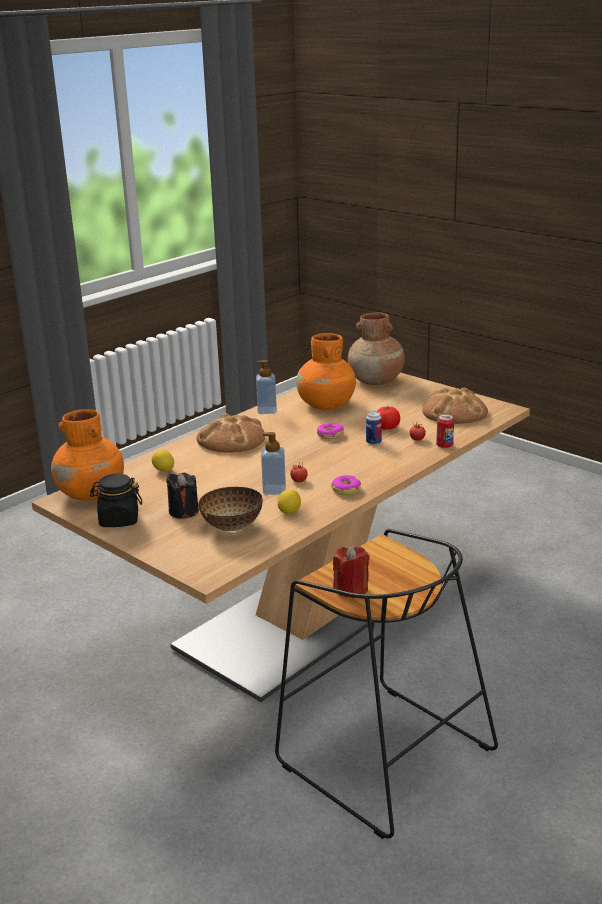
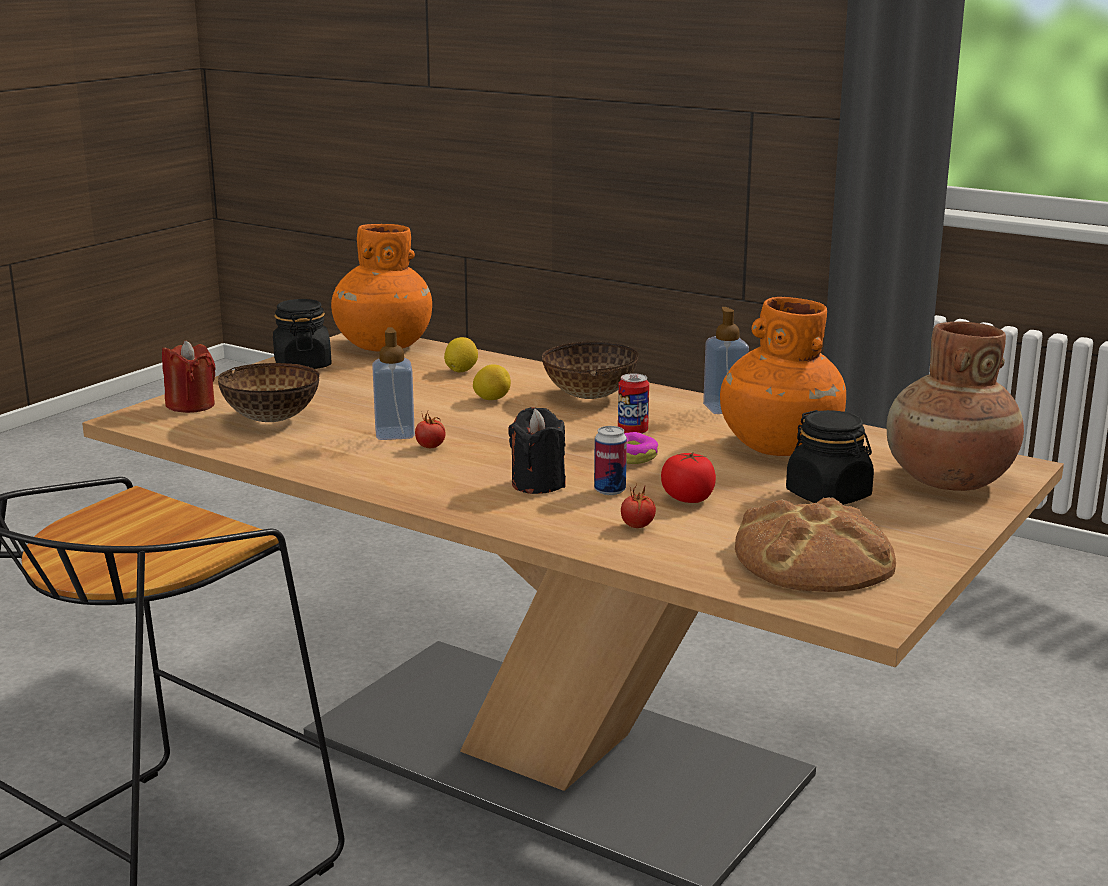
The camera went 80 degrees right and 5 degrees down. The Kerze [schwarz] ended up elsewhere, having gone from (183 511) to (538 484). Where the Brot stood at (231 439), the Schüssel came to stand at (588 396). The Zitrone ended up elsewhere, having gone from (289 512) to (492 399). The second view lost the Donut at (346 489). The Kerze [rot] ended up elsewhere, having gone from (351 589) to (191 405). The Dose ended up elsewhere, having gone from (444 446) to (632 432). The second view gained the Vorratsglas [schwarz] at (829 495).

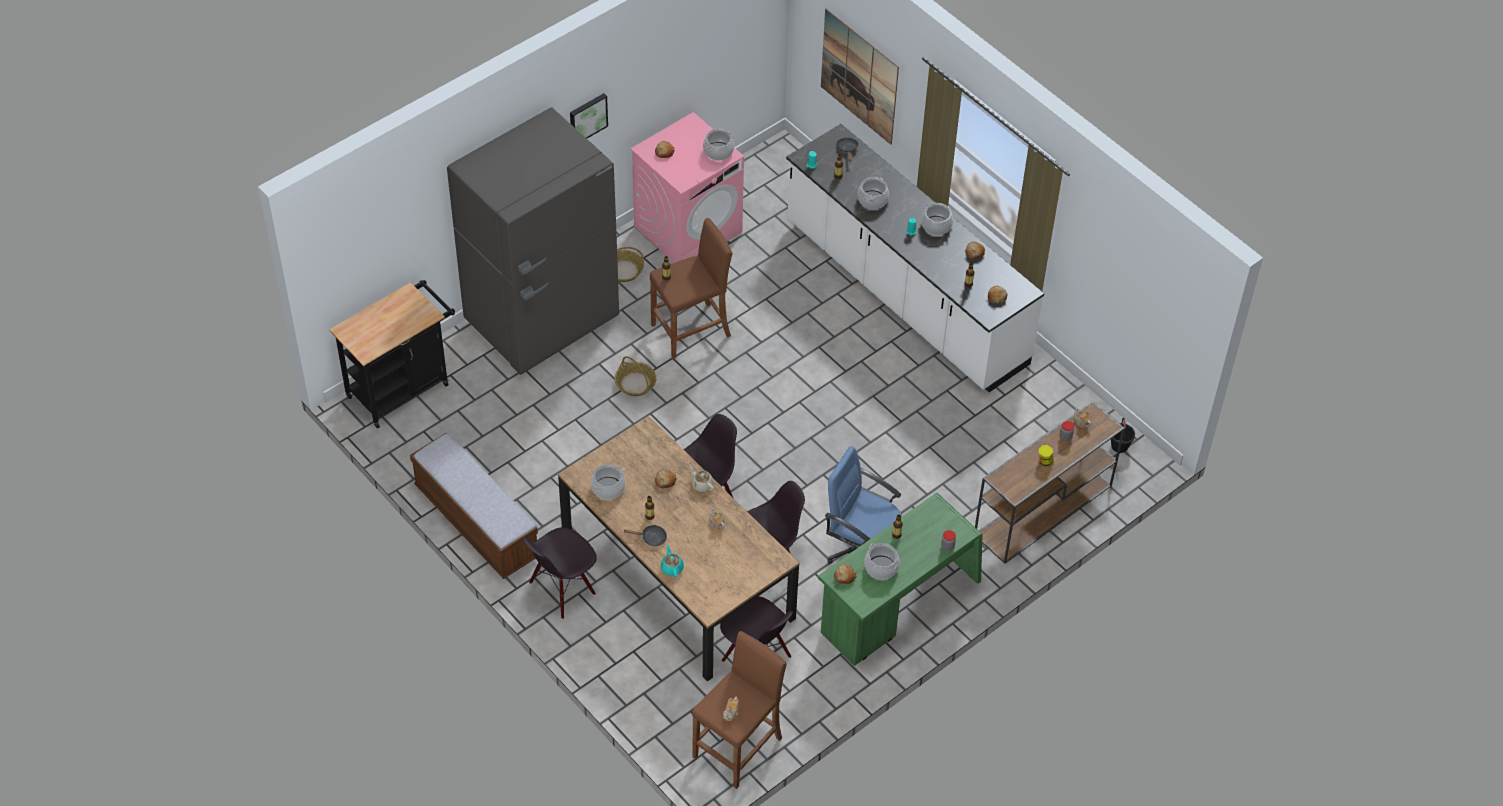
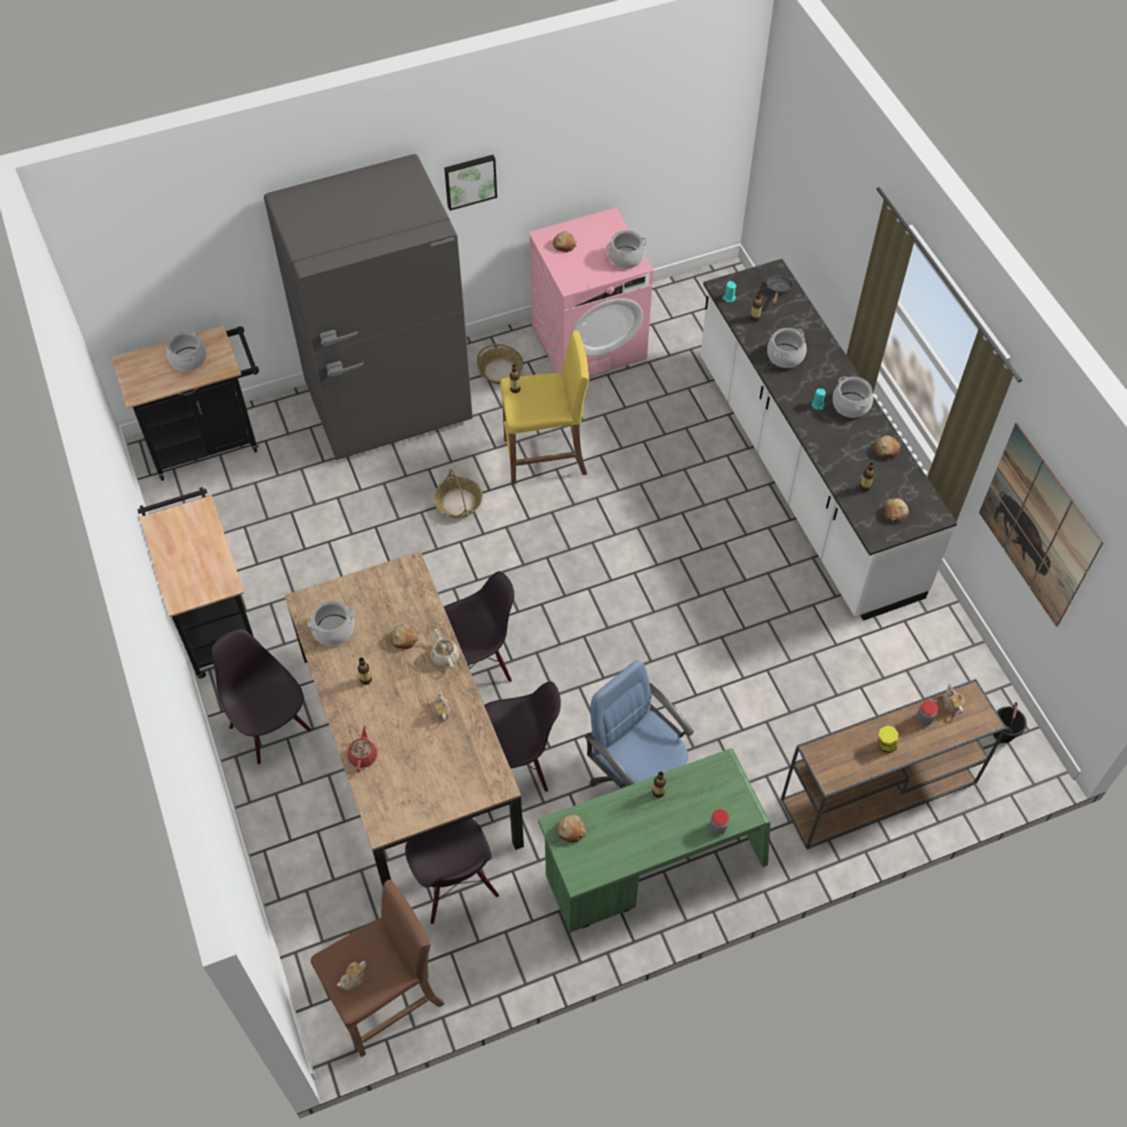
The camera went 20 degrees right and 5 degrees up. Where the Bank stood at (476 522), the Rollwagen [schwarz] came to stand at (215 619). The Stuhl [schwarz] at (562 589) ended up facing another way, 75 degrees clockwise from before. The second view lost the Pfanne [schwarz] at (651 538). What was the Hocker [braun] at (691 330) turned into the Hocker [gelb] at (545 457). What was the Teekanne [türkis] at (672 567) turned into the Teekanne [rot] at (363 755). The Bild ended up elsewhere, having gone from (859 76) to (1038 525). The Kochtopf ended up elsewhere, having gone from (881 567) to (188 359).

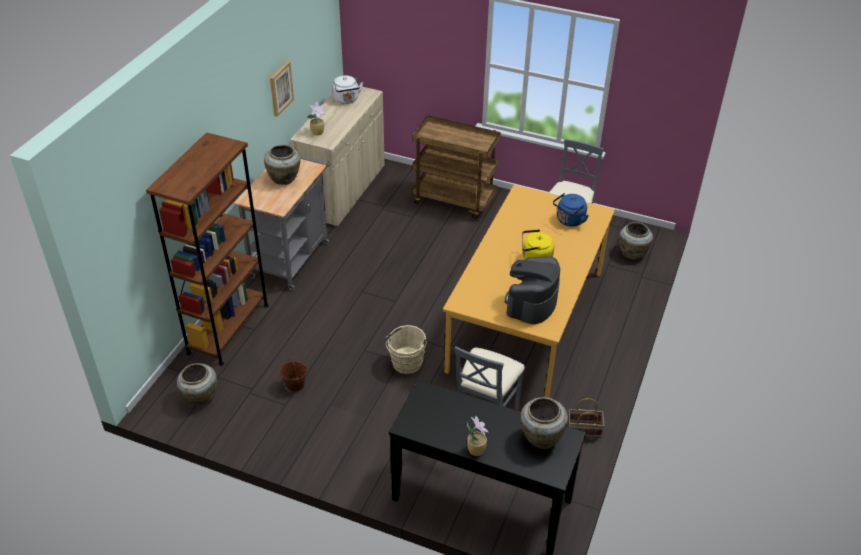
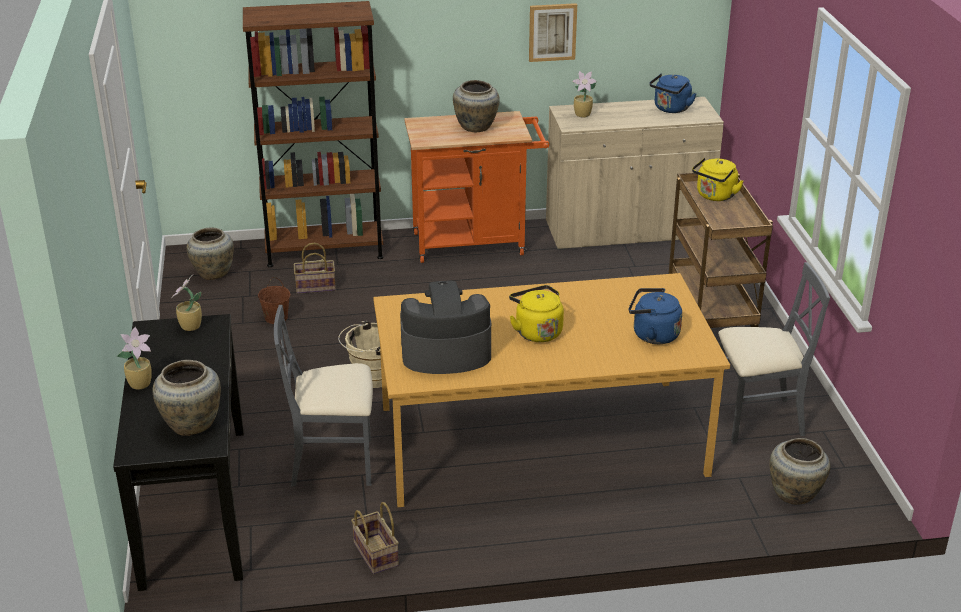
The camera went 60 degrees right and 10 degrees down. What was the Rollwagen [grau] at (292 256) turned into the Rollwagen [orange] at (476 243). What was the Wasserkessel [weiß] at (346 100) turned into the Wasserkessel [blau] at (670 109). The second view gained the Topfpflanze at (190 327). The second view gained the Korb at (314 287). The second view gained the Wasserkessel [gelb] at (715 196).

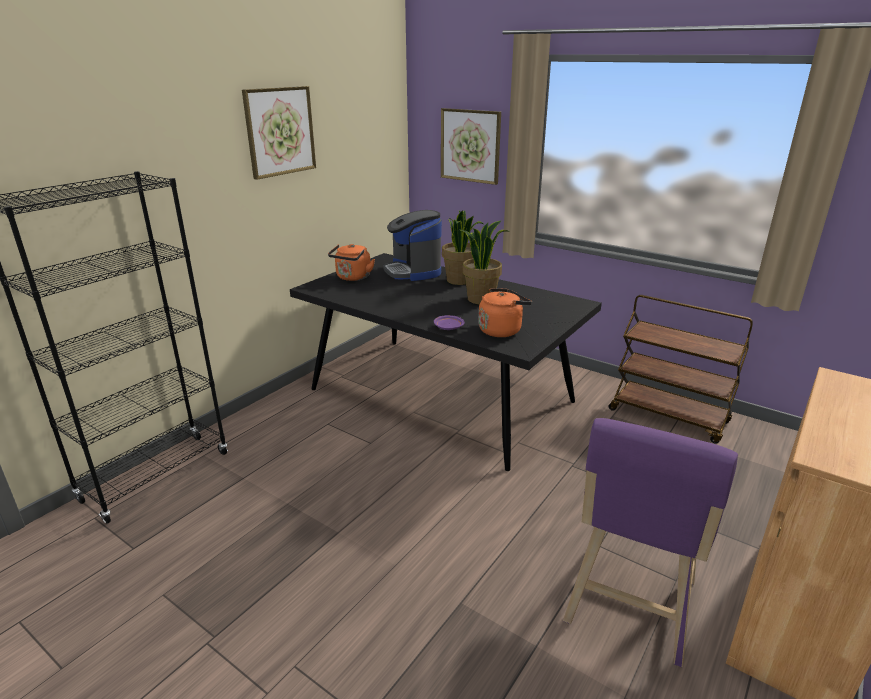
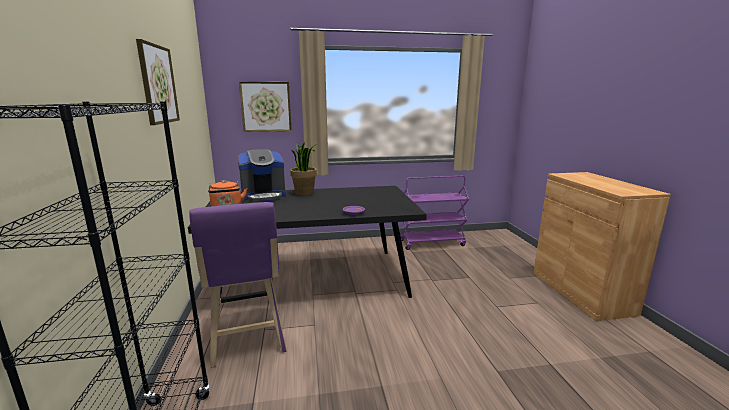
The camera went 45 degrees left and 10 degrees down. The Kaffeemaschine at (413 271) ended up facing another way, 45 degrees counterclockwise from before. The second view lost the Topfpflanze at (481 299). The second view lost the Wasserkessel [orange] at (501 330). The Hocker [lila] ended up elsewhere, having gone from (628 607) to (248 341). What was the Rollwagen [braun] at (669 416) turned into the Rollwagen [lila] at (432 243).

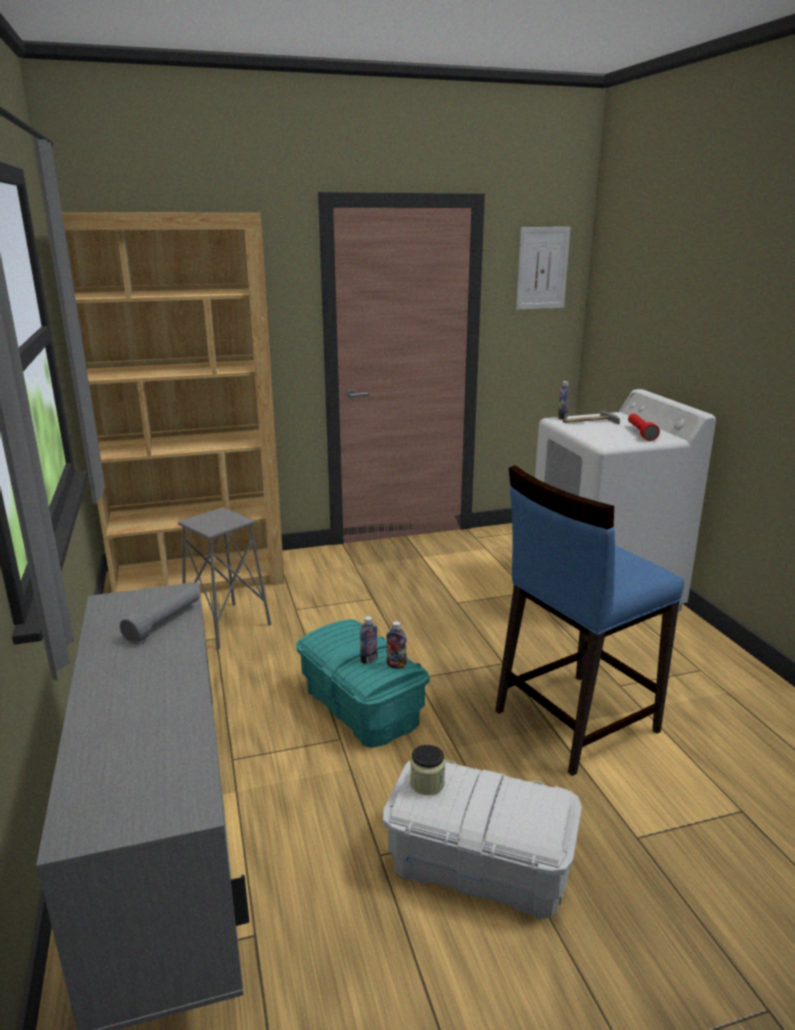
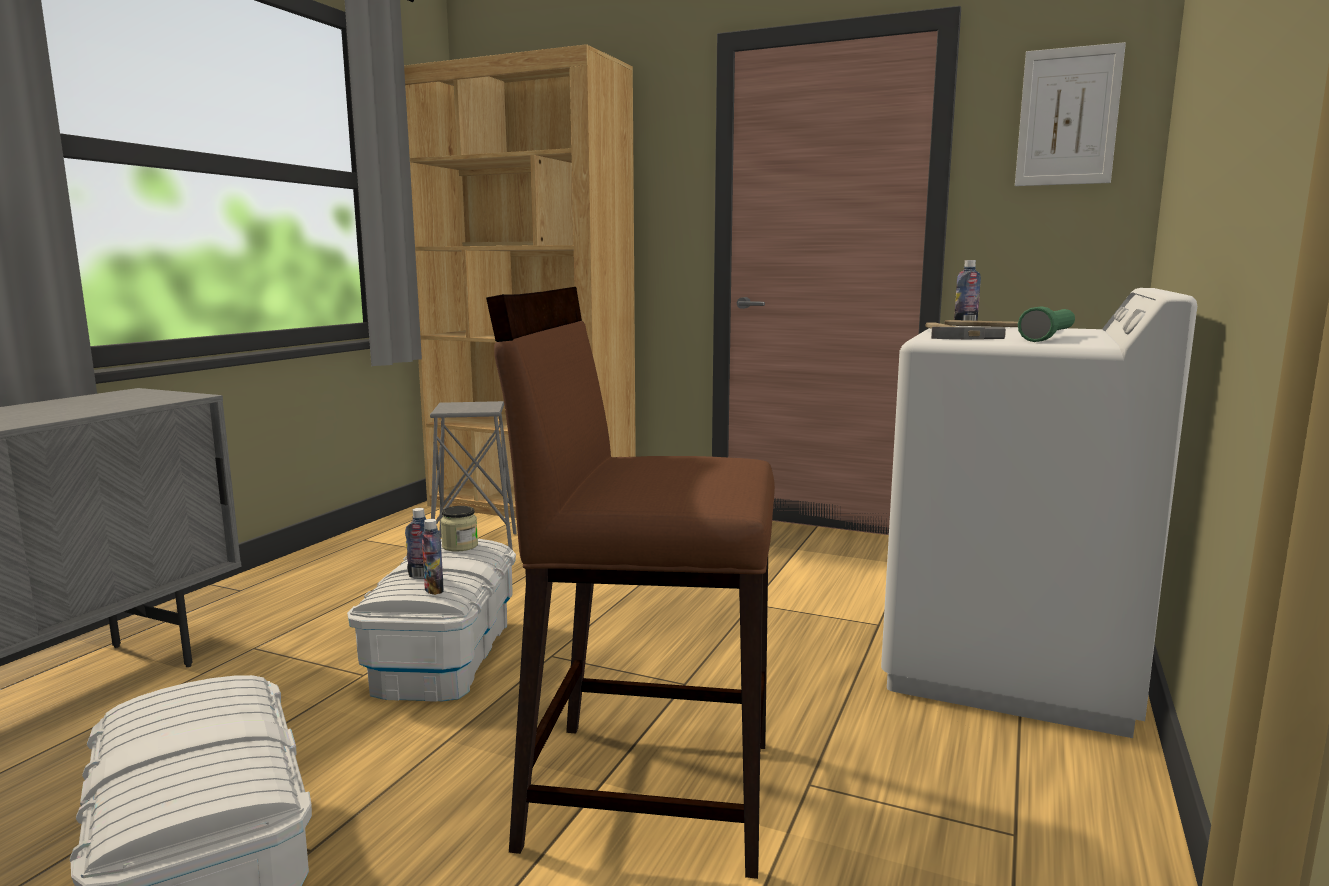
The camera went 40 degrees right and 10 degrees down. The second view lost the Taschenlampe [grau] at (164 623). What was the Aufbewahrungsbox [türkis] at (362 705) turned into the Aufbewahrungsbox [weiß] at (444 656). The Vorratsglas ended up elsewhere, having gone from (427 783) to (460 546). What was the Hocker [blau] at (573 721) turned into the Hocker [braun] at (646 790). What was the Taschenlampe [rot] at (640 433) turned into the Taschenlampe [grün] at (1049 338). The second view gained the Hammer at (948 334).

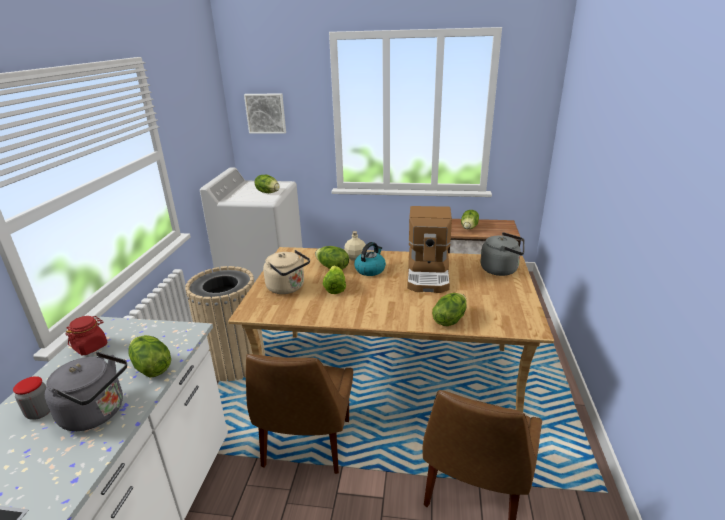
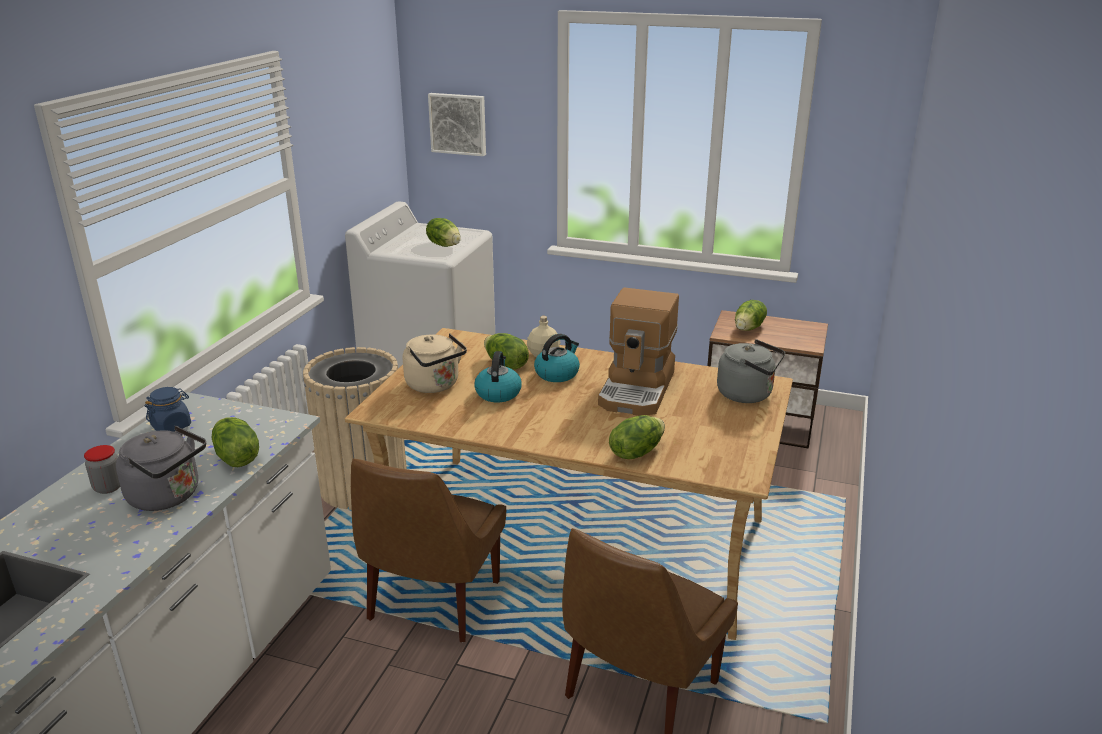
The camera went 10 degrees right and 0 degrees up. What was the Vorratsglas [rot] at (91 347) turned into the Vorratsglas [blau] at (171 426). Where the Salatkopf stood at (335 288), the Wasserkessel came to stand at (498 393).

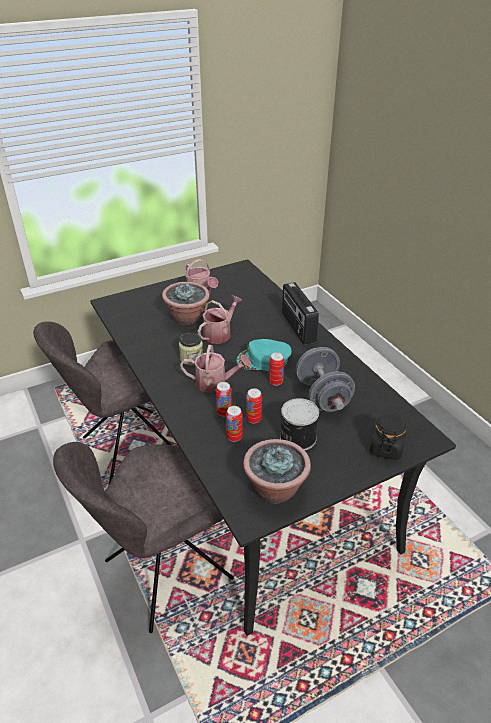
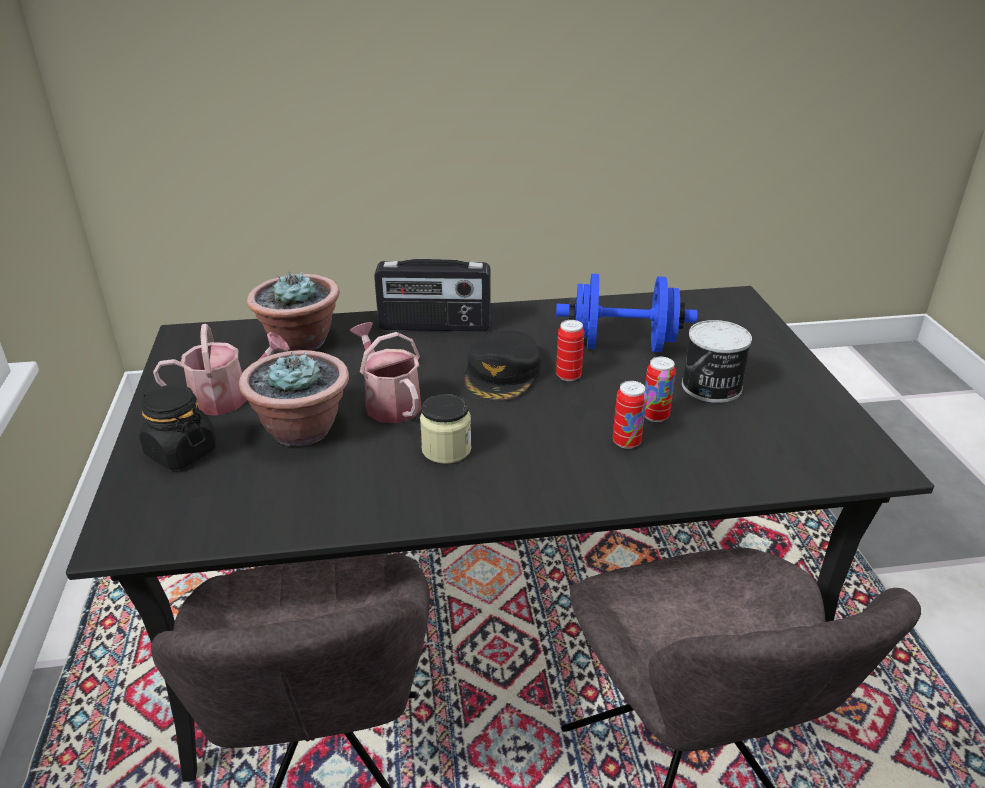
The camera went 70 degrees left and 5 degrees down. The second view lost the Gießkanne at (215 383). The second view lost the Dose at (234 437). What was the Kappe [türkis] at (263 360) turned into the Kappe [schwarz] at (503 374). The Topfpflanze ended up elsewhere, having gone from (275 489) to (299 342). What was the Hantel [grau] at (322 396) turned into the Hantel [blau] at (622 345). The Vorratsglas [schwarz] ended up elsewhere, having gone from (385 448) to (181 452).

